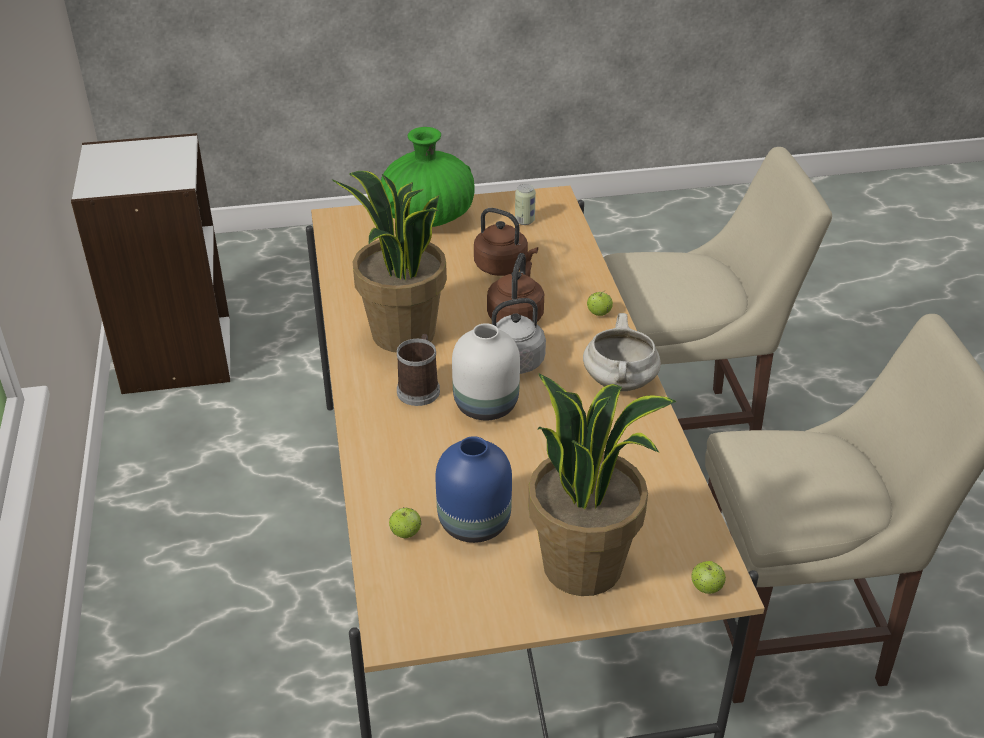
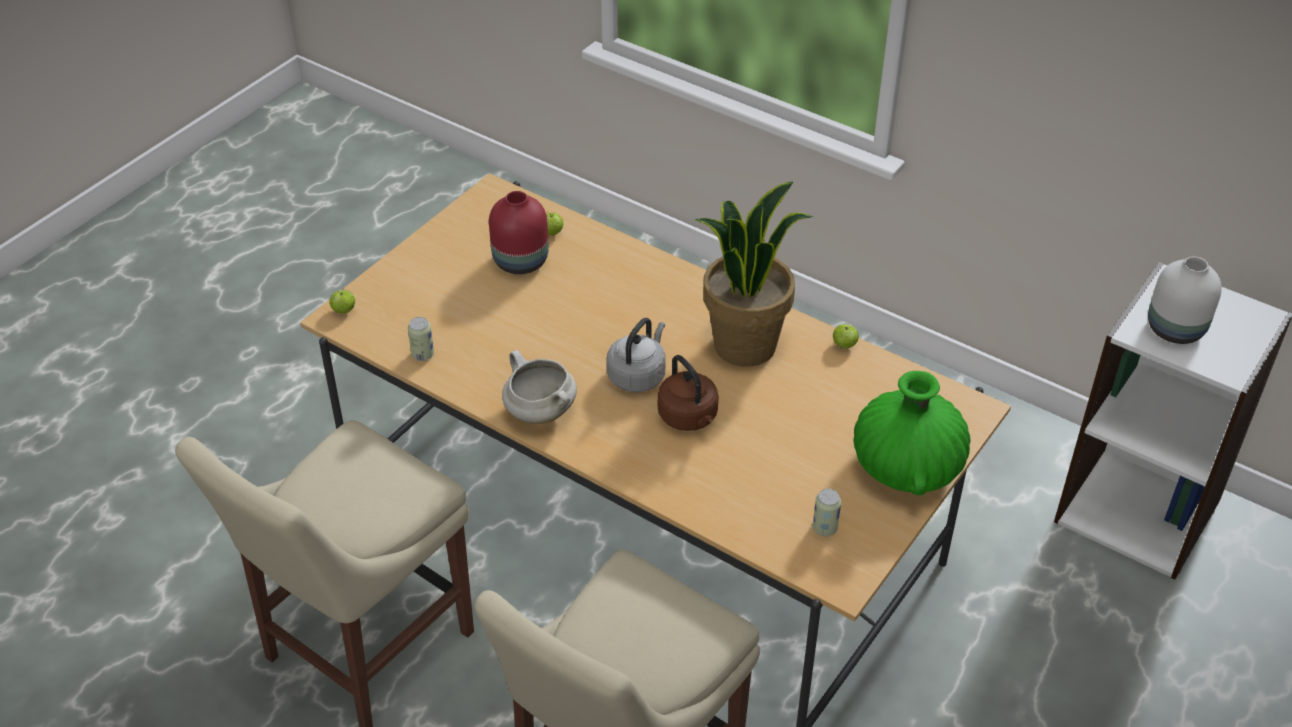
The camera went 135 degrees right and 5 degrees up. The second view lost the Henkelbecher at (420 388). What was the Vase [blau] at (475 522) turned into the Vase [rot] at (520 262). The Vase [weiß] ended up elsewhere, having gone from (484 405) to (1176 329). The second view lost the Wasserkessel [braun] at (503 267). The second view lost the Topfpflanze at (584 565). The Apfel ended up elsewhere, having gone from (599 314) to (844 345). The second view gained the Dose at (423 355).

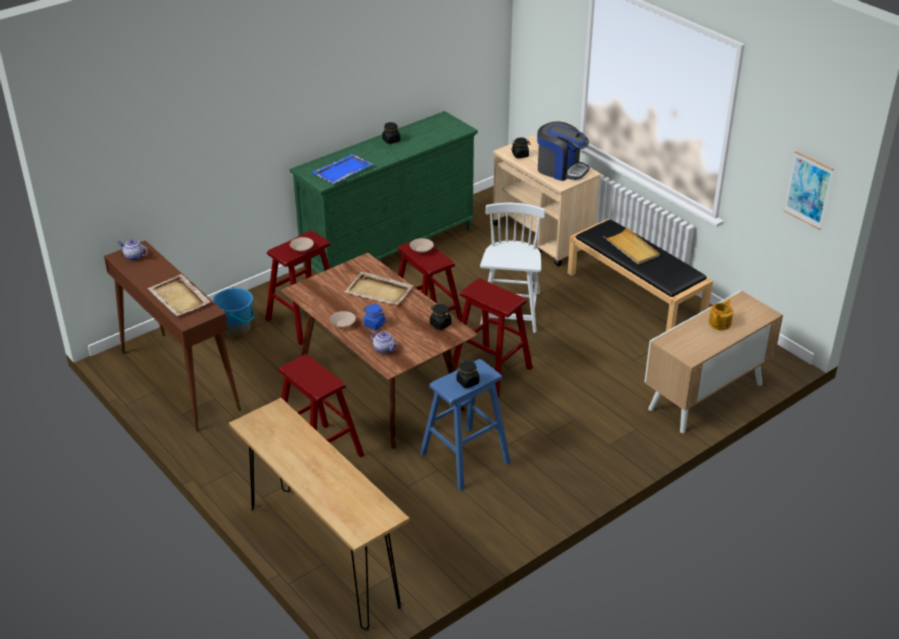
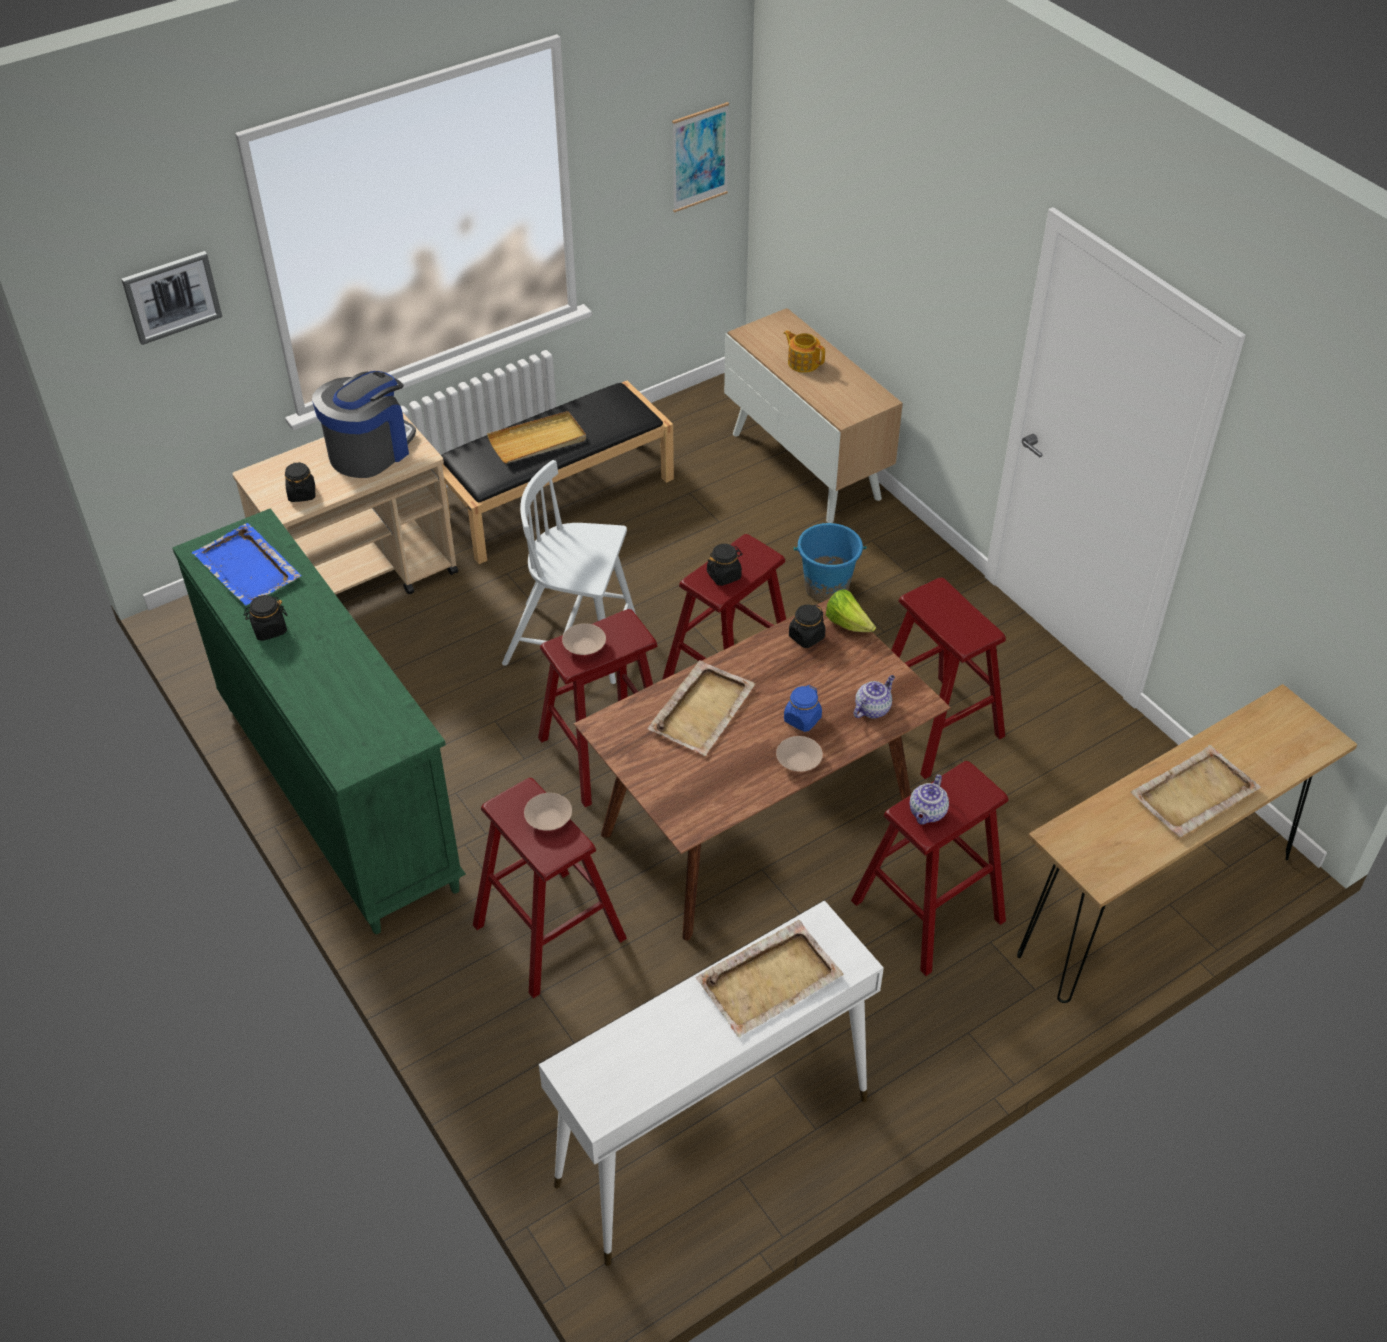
The camera went 85 degrees left and 10 degrees up. What was the Konsolentisch [braun] at (179 380) turned into the Konsolentisch [weiß] at (712 1143). The Teekanne ended up elsewhere, having gone from (133 257) to (927 813). The Eimer [blau] ended up elsewhere, having gone from (237 329) to (826 587). The Tablett [blau] ended up elsewhere, having gone from (342 171) to (247 568). What was the Hocker [blau] at (464 458) turned into the Hocker [rot] at (934 726). The Vorratsglas [schwarz] ended up elsewhere, having gone from (468 382) to (724 575). The second view gained the Bild at (172 296). The second view gained the Salatkopf at (848 624). The second view gained the Tablett [beige] at (1193 794).

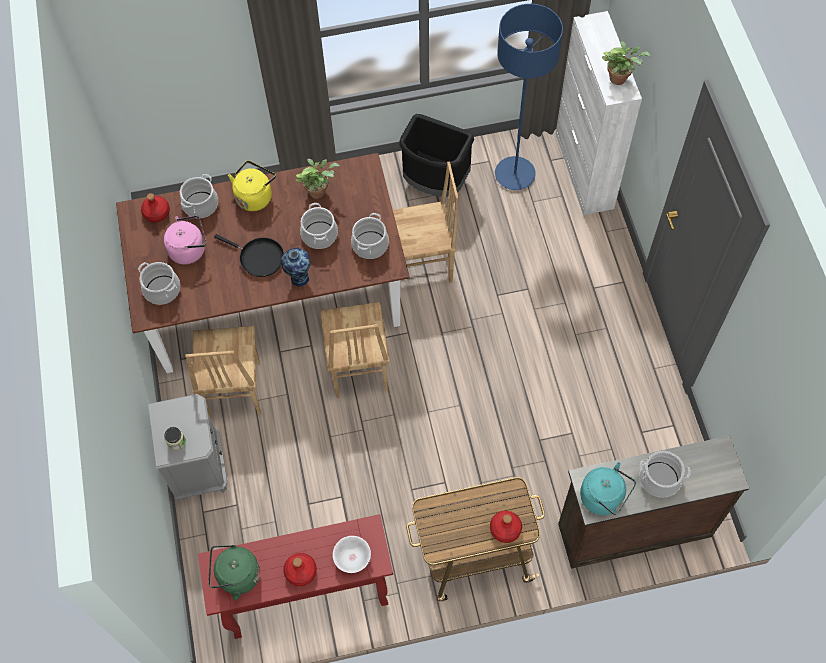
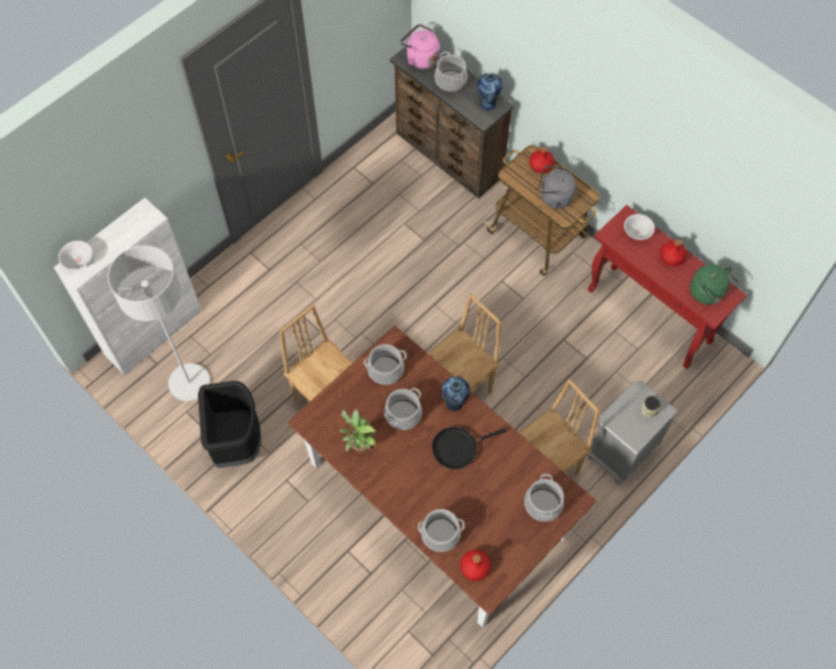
The camera went 125 degrees left and 0 degrees up. The Wasserkessel [rosa] ended up elsewhere, having gone from (190 249) to (420 58). The Pfanne [schwarz] at (258 257) ended up facing another way, 105 degrees counterclockwise from before. The second view lost the Wasserkessel [gelb] at (255 196). What was the Stehlampe [blau] at (515 174) turned into the Stehlampe [grau] at (189 383). Where the Wasserkessel [türkis] stood at (604 498), the Vase came to stand at (488 103). The second view lost the Topfpflanze at (620 78). The second view gained the Schüssel [weiß] at (79 261). The second view gained the Wasserkessel [grau] at (554 197).

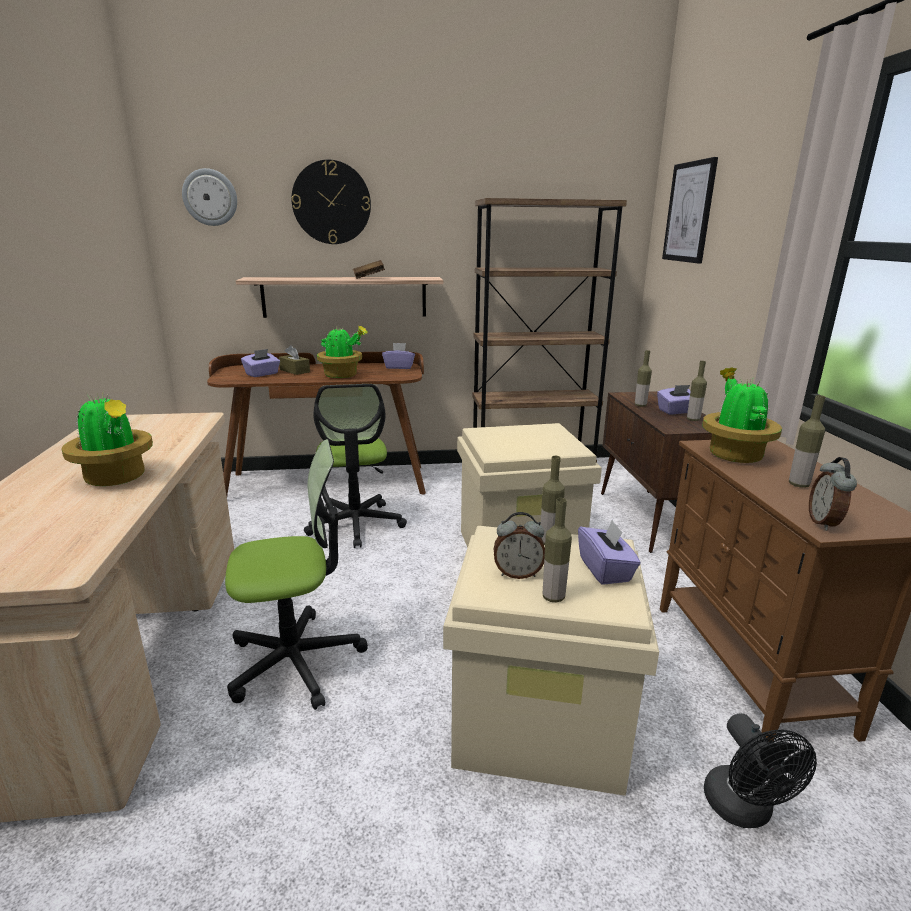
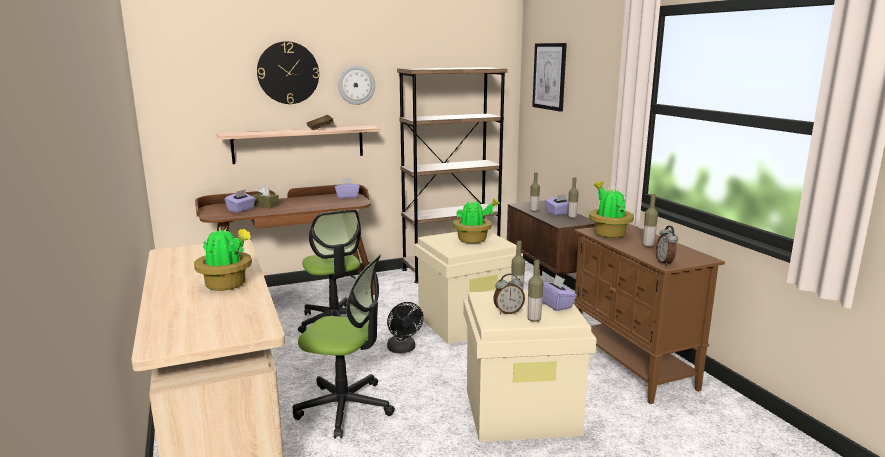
The camera went 15 degrees left and 5 degrees down. The Wanduhr ended up elsewhere, having gone from (210 197) to (356 85). The Bürostuhl at (296 661) ended up facing another way, 45 degrees clockwise from before. The Topfpflanze ended up elsewhere, having gone from (342 375) to (473 240). The Ventilator [schwarz] ended up elsewhere, having gone from (744 811) to (403 349).

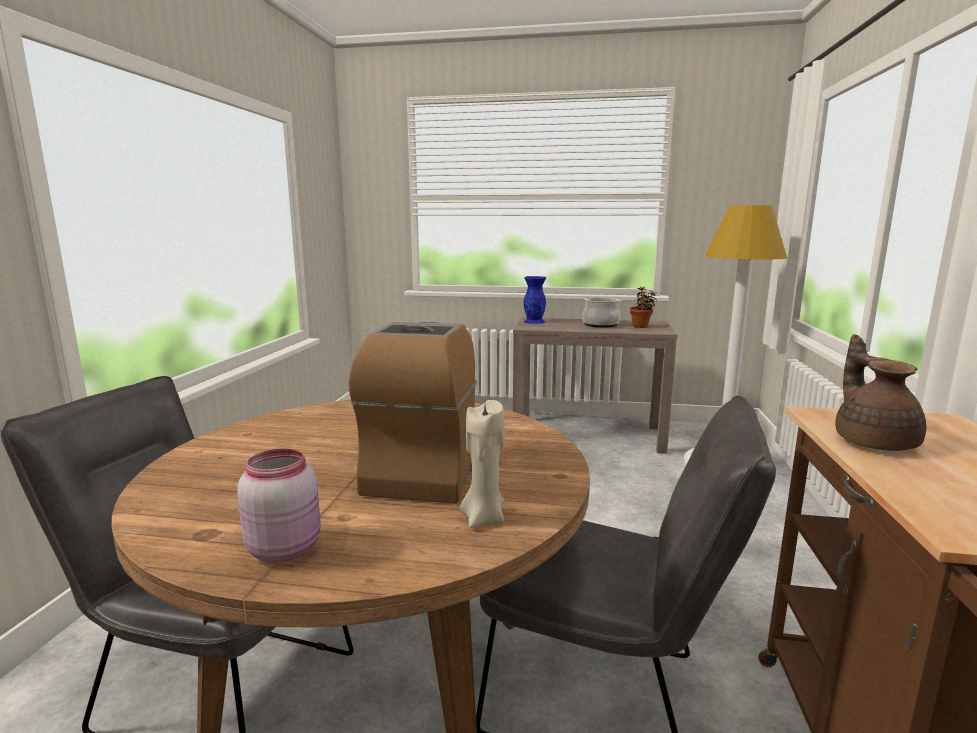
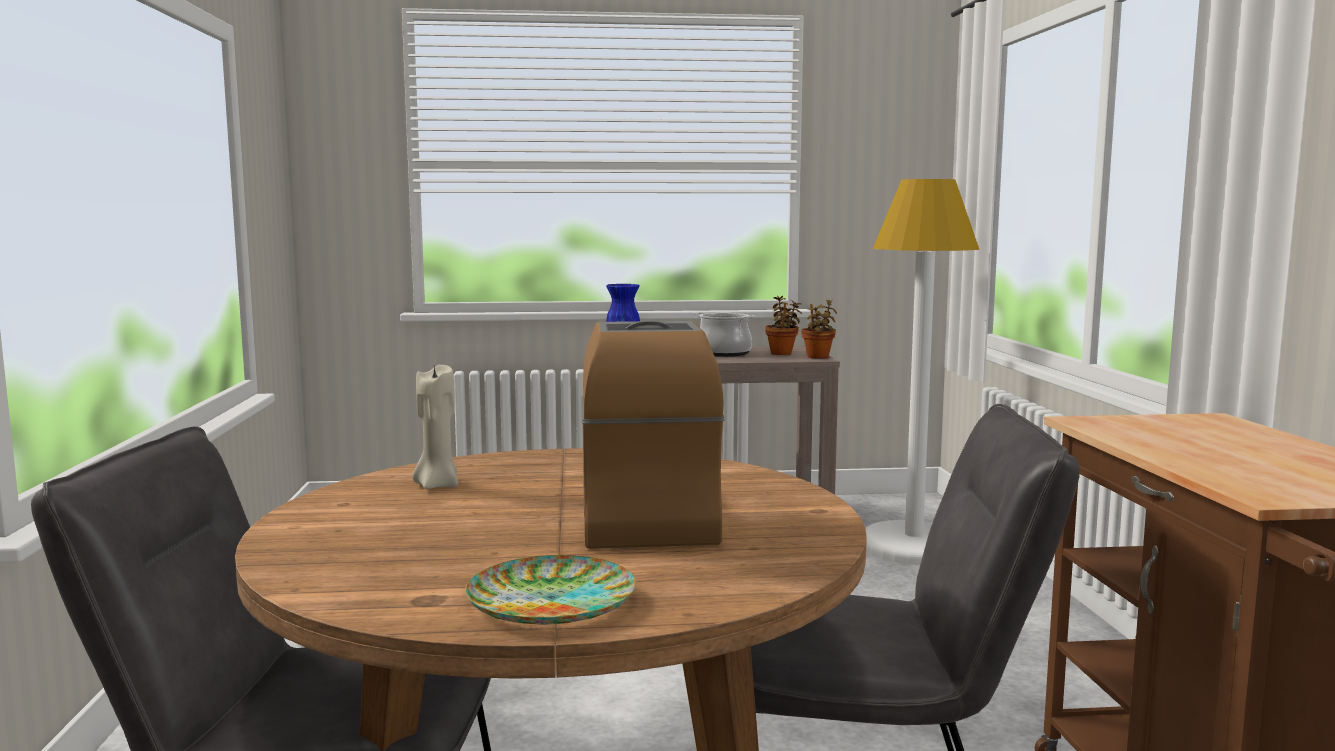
The camera went 15 degrees left and 5 degrees down. Where the Vorratsglas [rosa] stood at (285 548), the Teller came to stand at (551 600). The Kerze [beige] ended up elsewhere, having gone from (483 518) to (437 485). The second view lost the Teekanne [braun] at (873 441). The second view gained the Topfpflanze at (818 357).

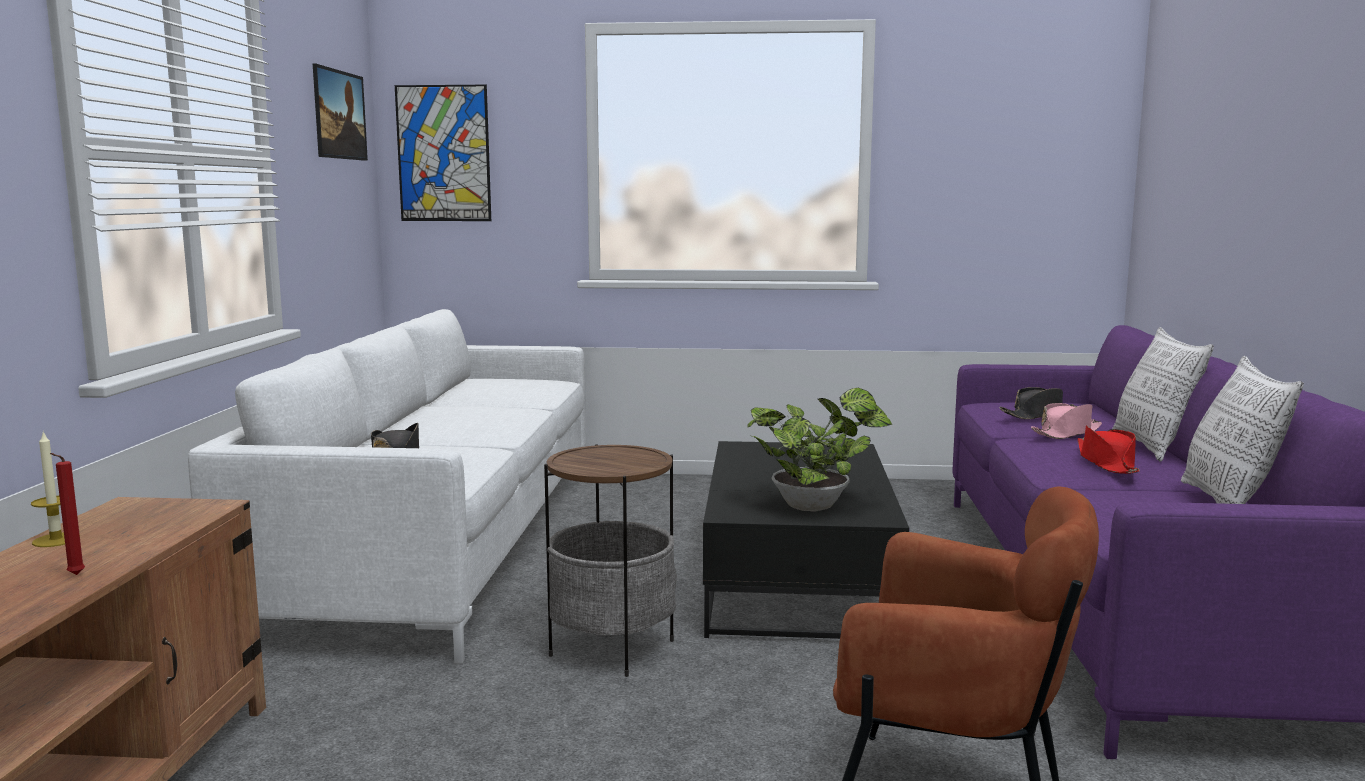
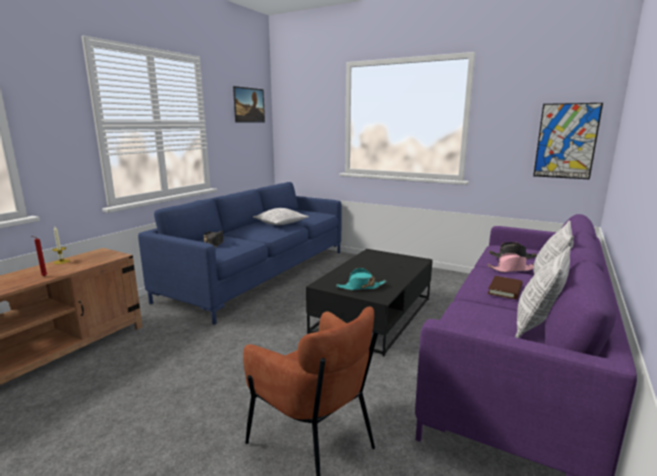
The camera went 25 degrees right and 5 degrees up. What was the Sofa [weiß] at (444 542) turned into the Sofa [blau] at (260 274). The Bild ended up elsewhere, having gone from (443 153) to (566 141). The second view lost the Beistelltisch at (612 648). Where the Topfpflanze stood at (816 506), the Hut [türkis] came to stand at (361 287). Where the Hut [rot] stood at (1107 463), the Buch [braun] came to stand at (505 290). The second view gained the Kissen at (280 224).

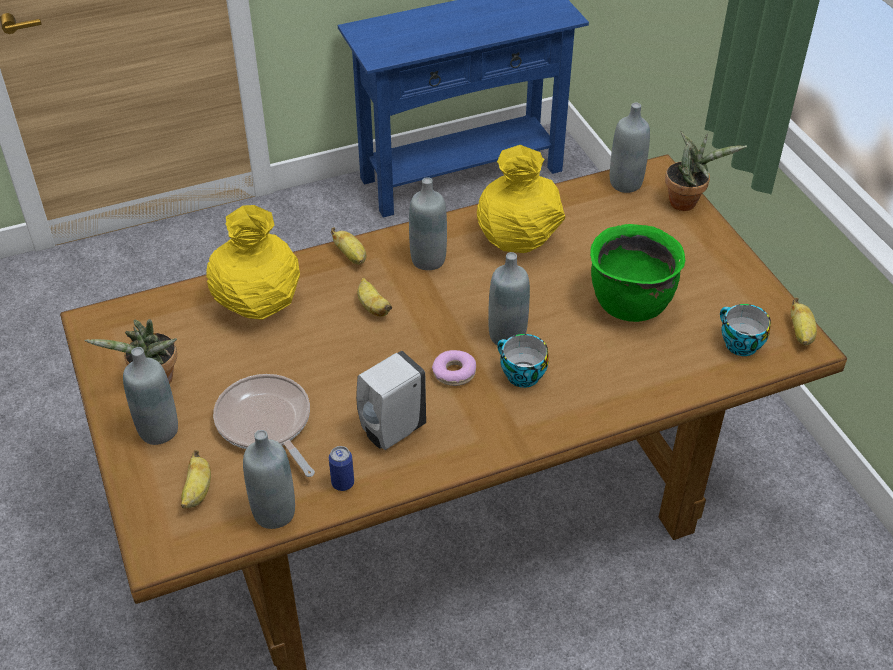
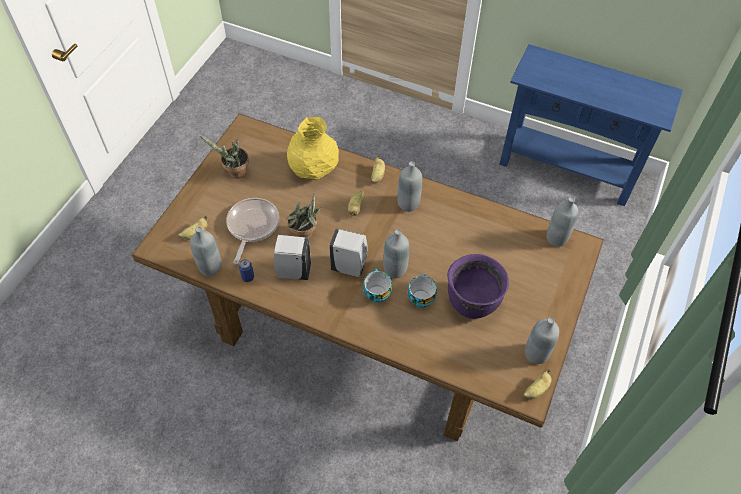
The camera went 45 degrees right and 10 degrees up. The Flasche [grau] ended up elsewhere, having gone from (158 430) to (536 354). Where the Donut stood at (454 373), the Seifenspender [weiß] came to stand at (350 267). The second view lost the Vase [gelb] at (519 238). What was the Kochtopf [grün] at (629 303) turned into the Kochtopf [lila] at (472 301). The Topfpflanze ended up elsewhere, having gone from (686 202) to (305 235). The Tasse ended up elsewhere, having gone from (738 344) to (420 297).

